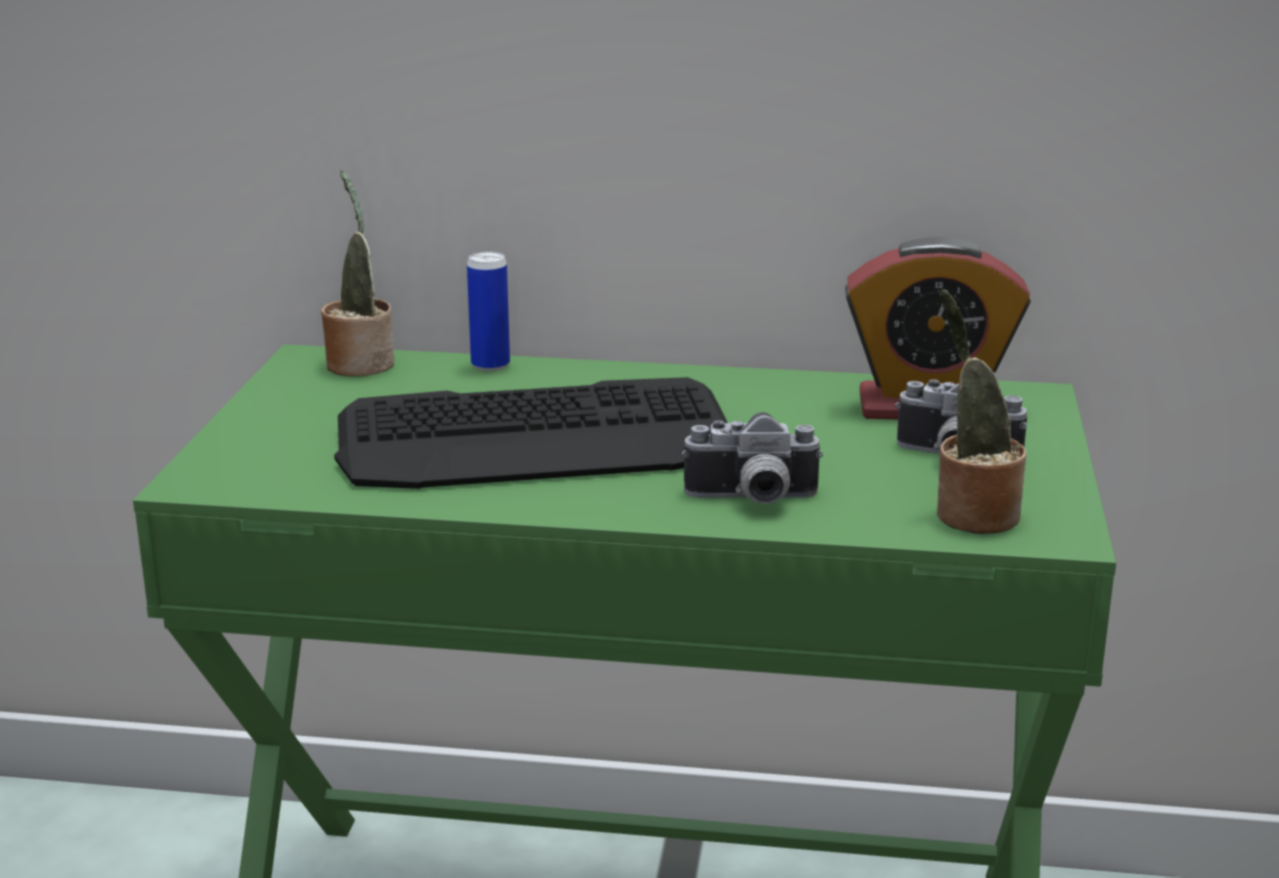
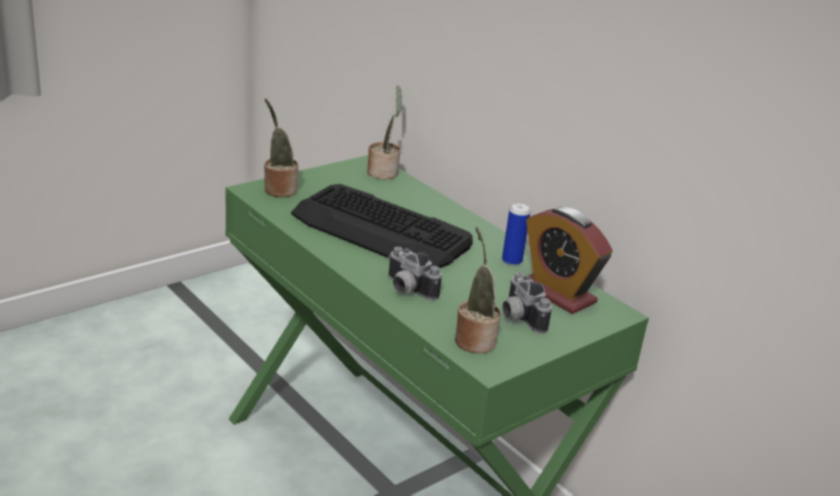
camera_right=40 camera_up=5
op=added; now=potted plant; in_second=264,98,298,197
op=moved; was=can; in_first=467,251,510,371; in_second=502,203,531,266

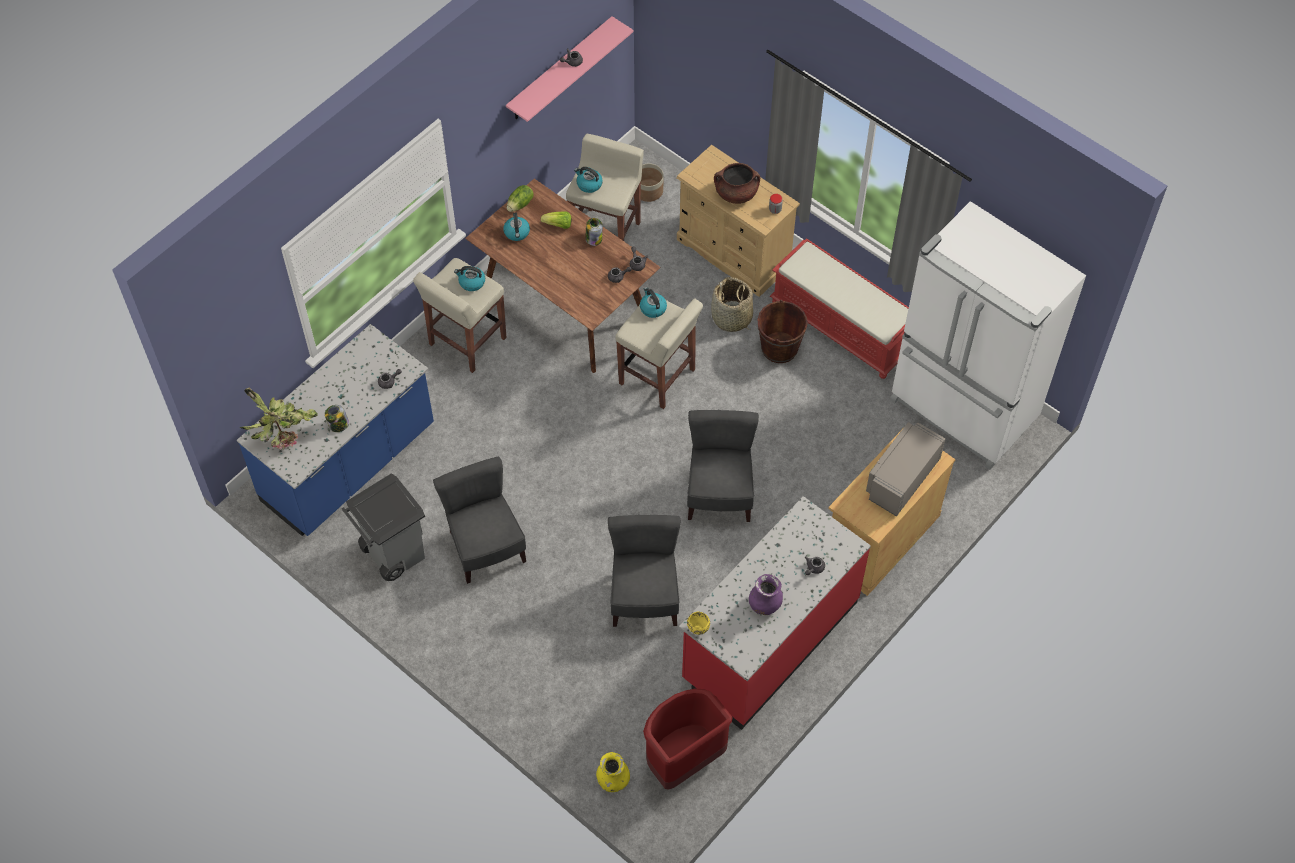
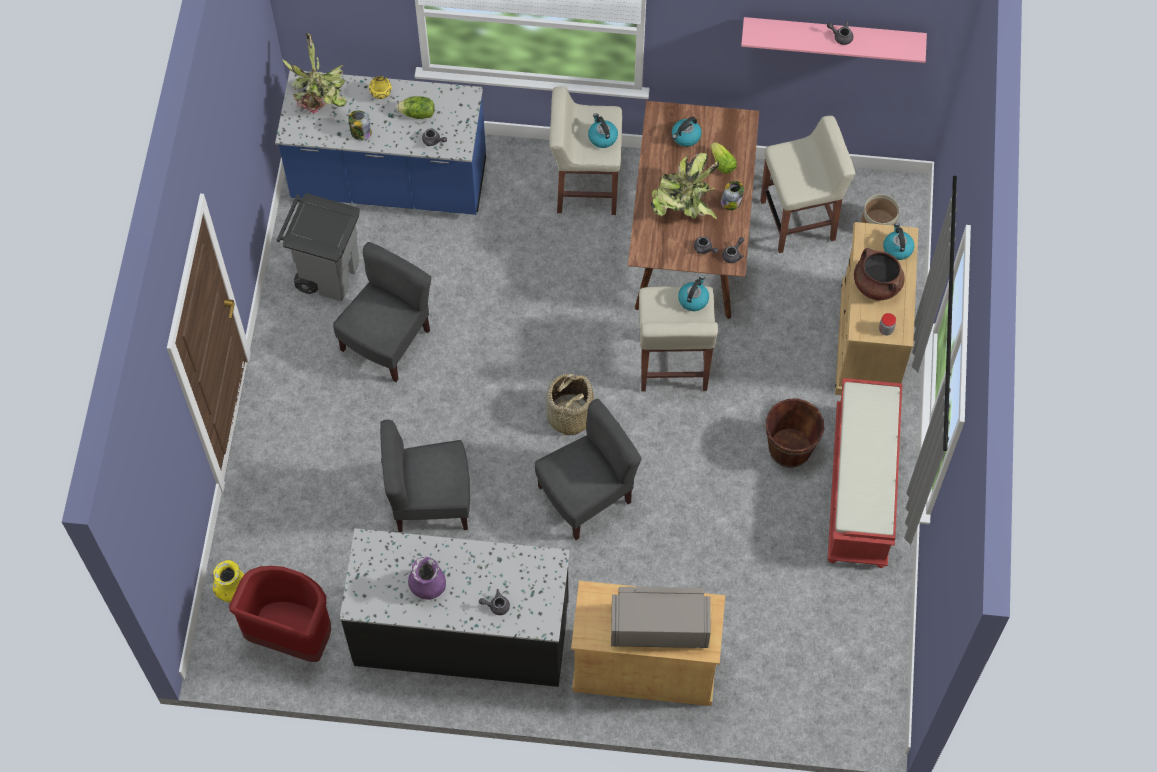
camera_right=55 camera_up=5
op=recoloured; was=counter in red; now=counter in black; in_first=679,496,871,730; in_second=339,528,570,687
op=moved; was=bowl in yellow; in_first=687,612,710,635; in_second=369,76,392,99
op=turned; was=chair in grey; in_first=608,515,680,627; in_second=380,420,470,532; clockwise=-150
op=moved; was=lettuce; in_first=507,185,534,212; in_second=396,96,435,119
op=moved; was=basket; in_first=711,277,753,332; in_second=546,374,594,439
op=added; now=potted plant; in_second=651,153,719,219
op=moved; was=kettle; in_first=574,167,603,193; in_second=883,223,914,260
op=removed; was=fridge in white; in_first=890,201,1086,470

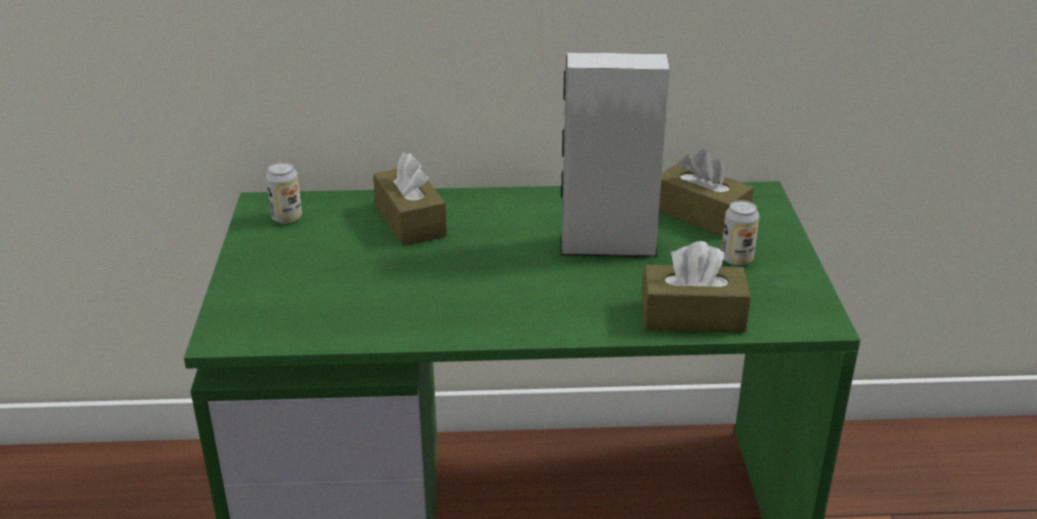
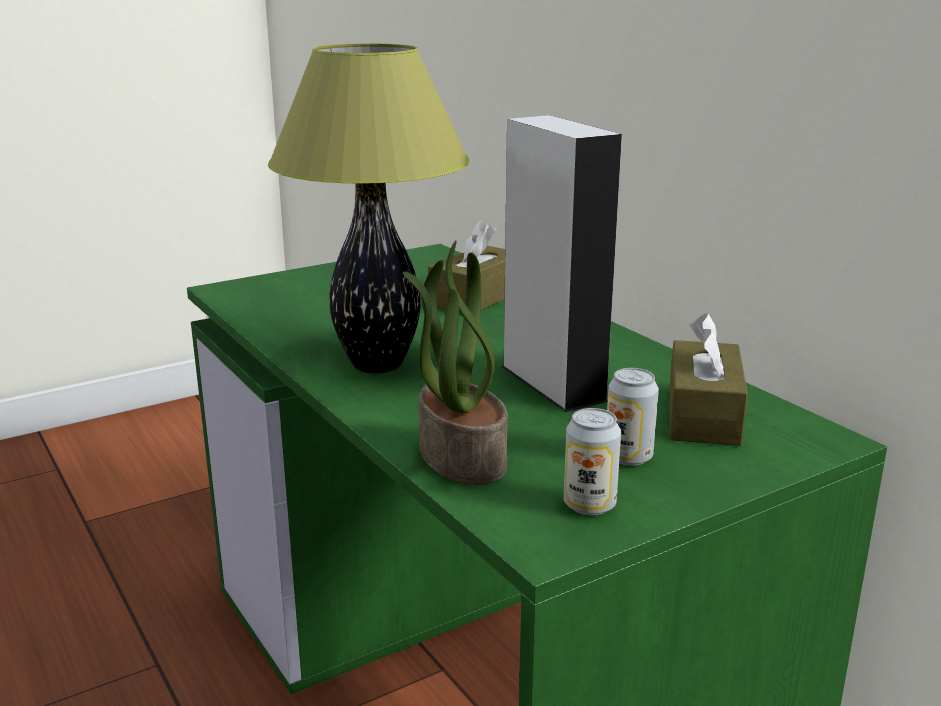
camera_right=60 camera_up=-10
op=added; now=table lamp; in_second=268,43,470,373
op=replaced; was=tissue box in brown; now=potted plant; in_first=642,241,751,333; in_second=403,241,508,485
op=moved; was=can; in_first=266,162,302,224; in_second=564,408,621,516

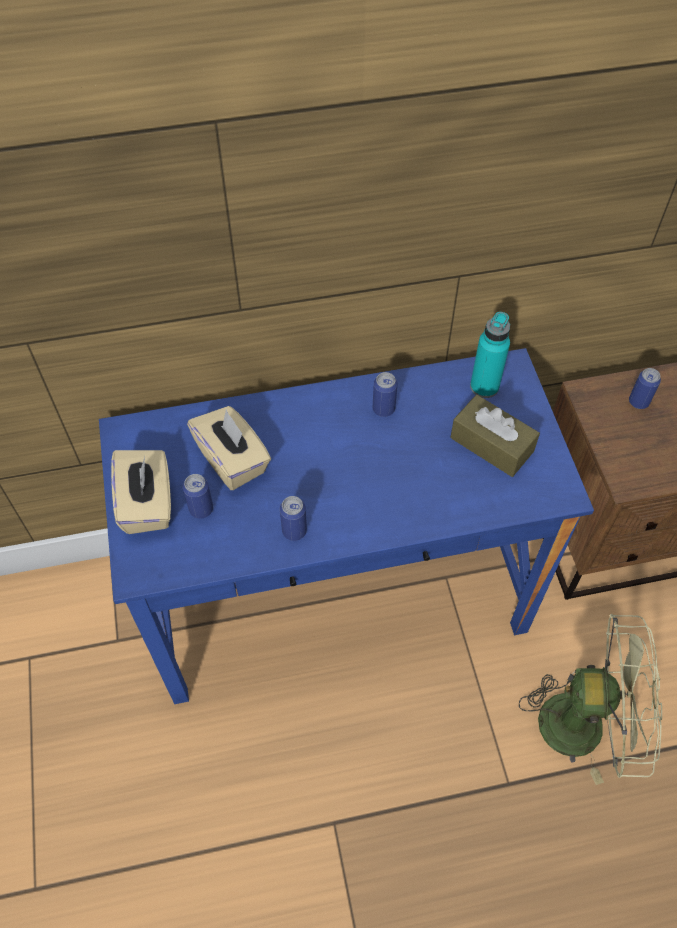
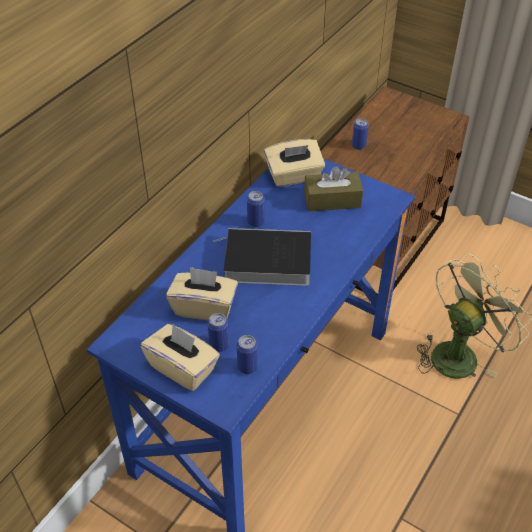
camera_right=-45 camera_up=-10
op=added; now=book; in_second=213,228,311,286
op=moved; was=can; in_first=280,496,307,541; in_second=237,335,258,374
op=replaced; was=bottle in turquoise; now=tissue box in beige; in_first=470,312,510,398; in_second=264,139,325,187

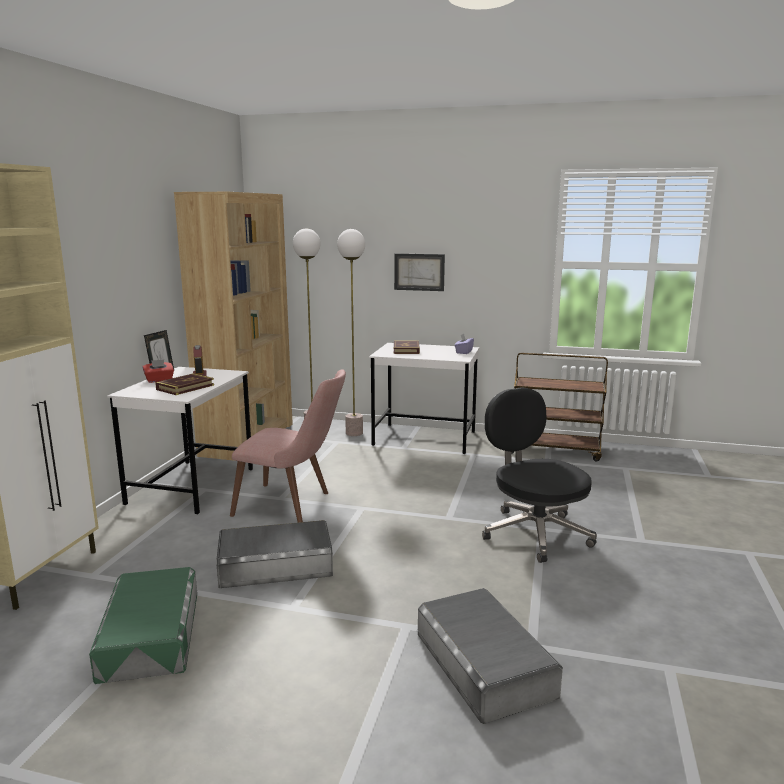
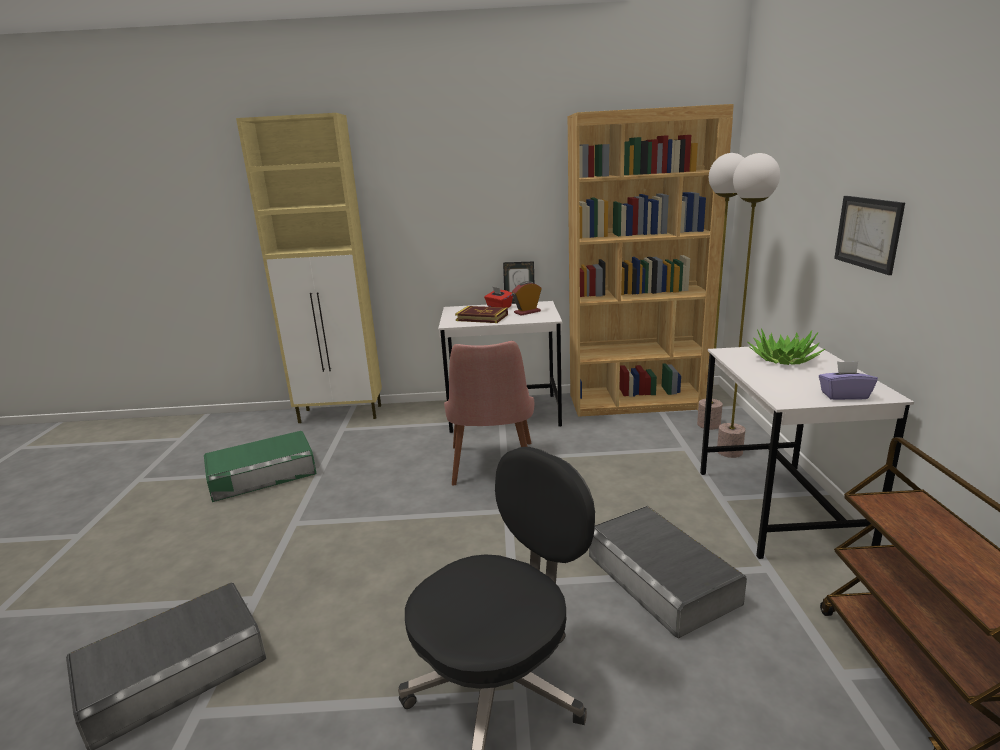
camera_right=75 camera_up=5
op=moved; was=storage box in grey; in_first=216,520,333,588; in_second=589,506,747,638
op=replaced; was=book; now=potted plant; in_first=394,340,420,354; in_second=748,328,825,365

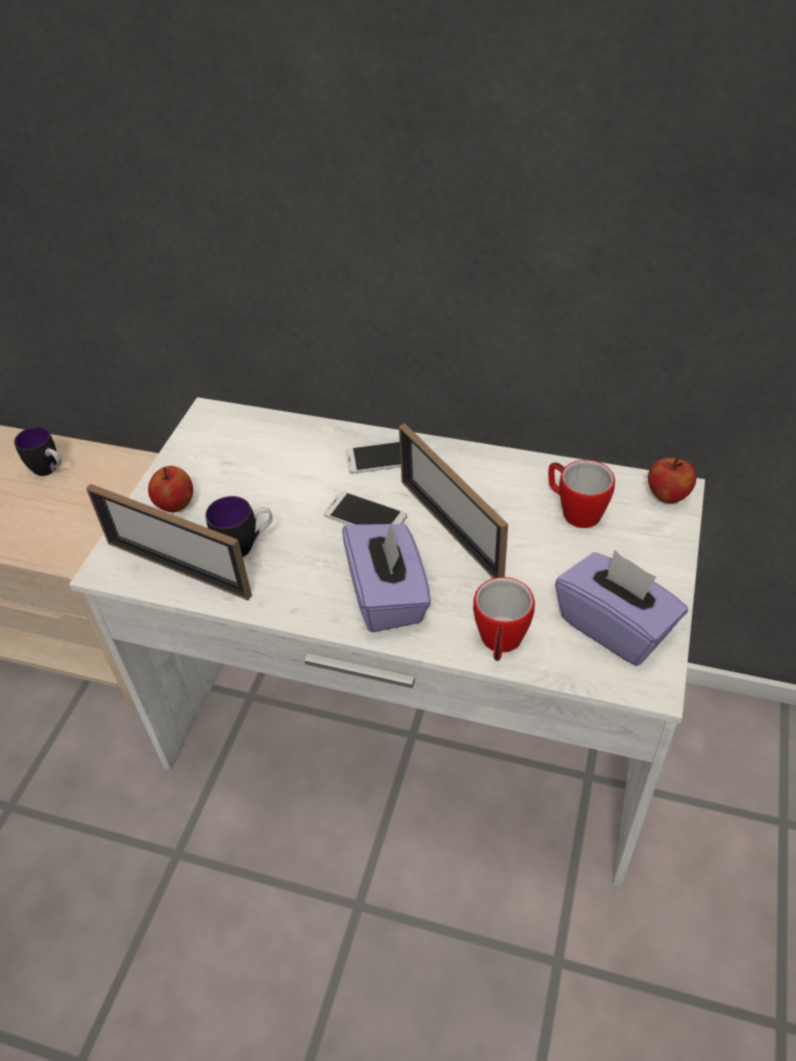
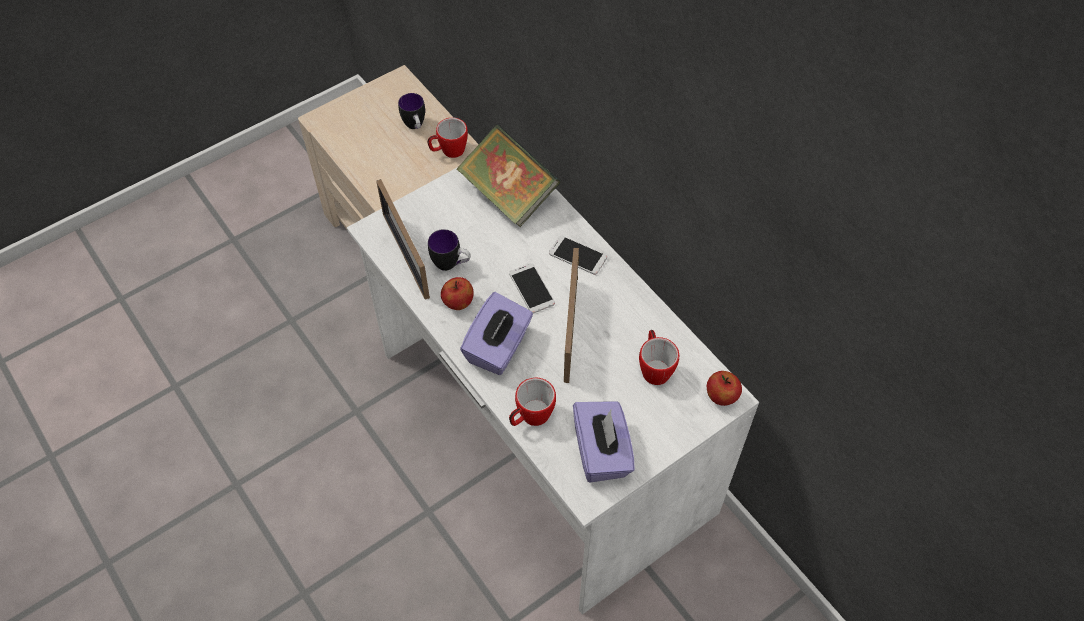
camera_right=35 camera_up=10
op=added; now=mug; in_second=428,118,468,158
op=moved; was=apple; in_first=148,466,193,512; in_second=441,277,474,310
op=added; now=book; in_second=456,124,561,227

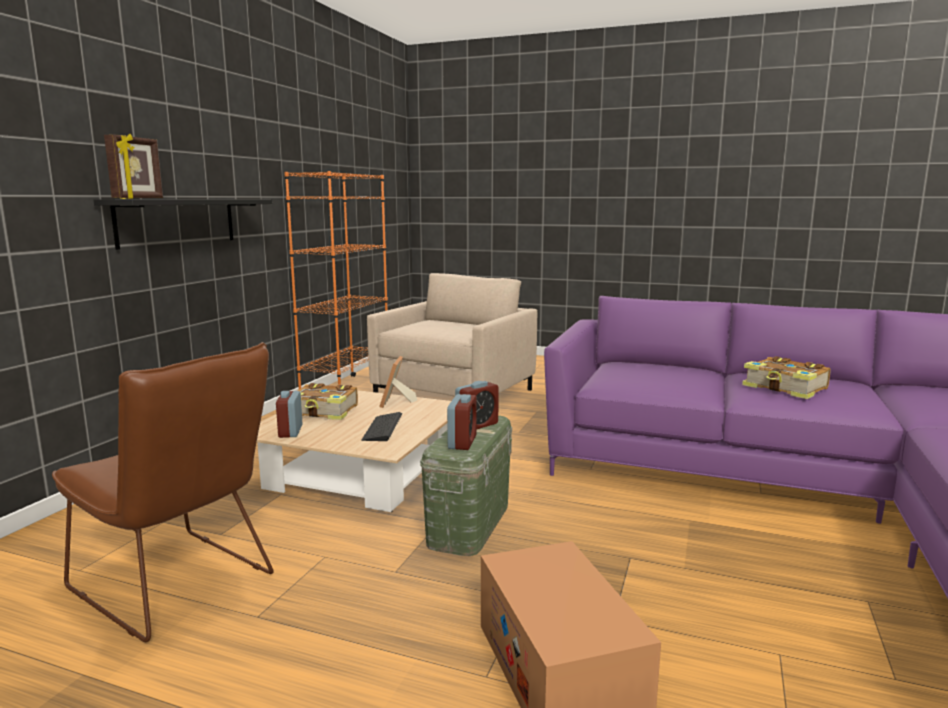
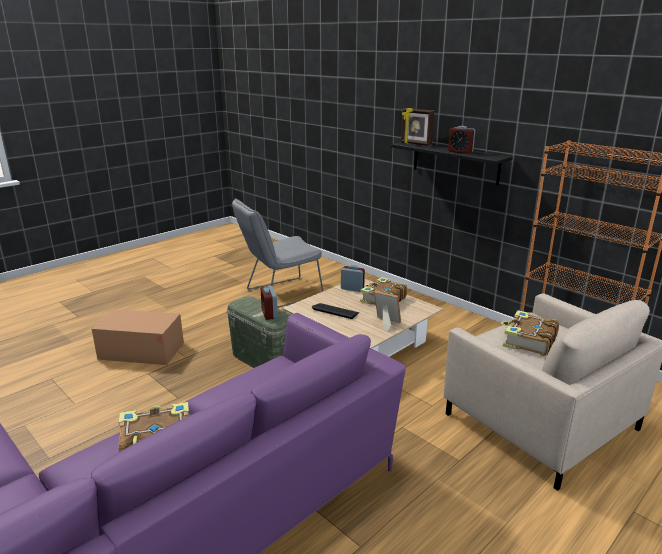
camera_right=115 camera_up=10
op=recoloured; was=chair in brown; now=chair in grey; in_first=52,342,274,642; in_second=232,198,323,308
op=moved; was=alarm clock; in_first=447,394,477,450; in_second=448,126,475,154
op=added; now=book; in_second=501,310,559,356

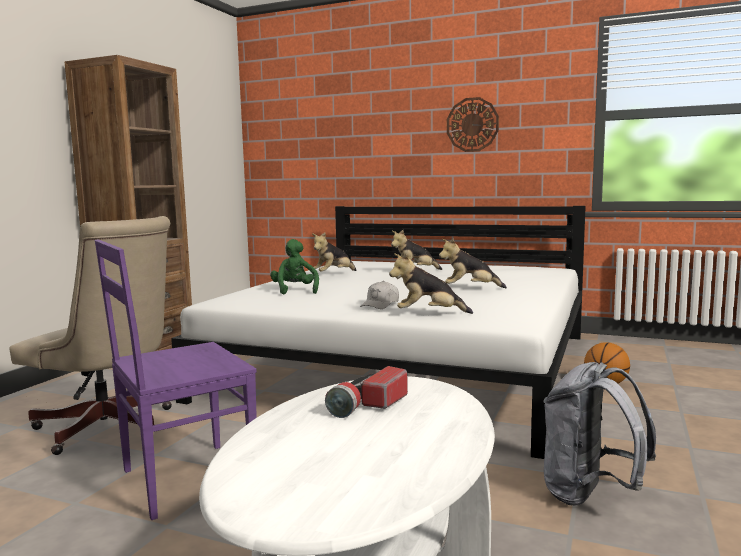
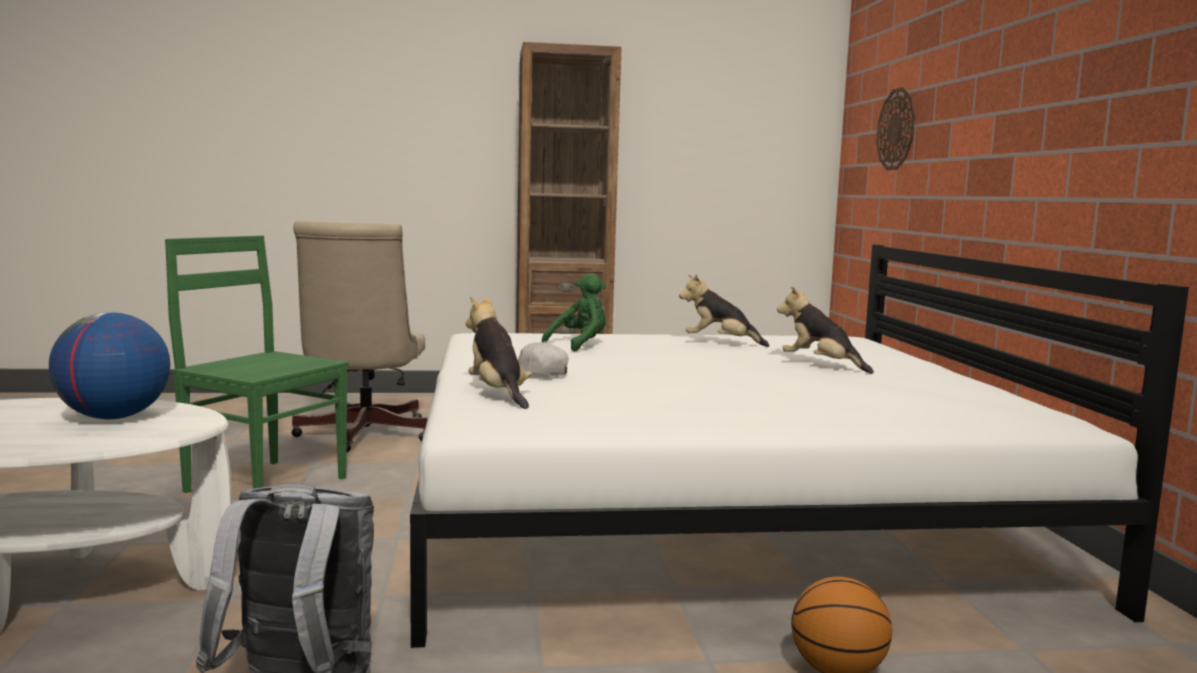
camera_right=60 camera_up=0
op=replaced; was=flashlight; now=globe; in_first=325,366,408,418; in_second=49,312,170,419
op=recoloured; was=chair in purple; now=chair in green; in_first=95,239,257,520; in_second=165,235,349,493
op=moved; was=wall clock; in_first=447,97,499,152; in_second=876,87,915,170
op=removed; was=plush toy; in_first=439,238,507,288

